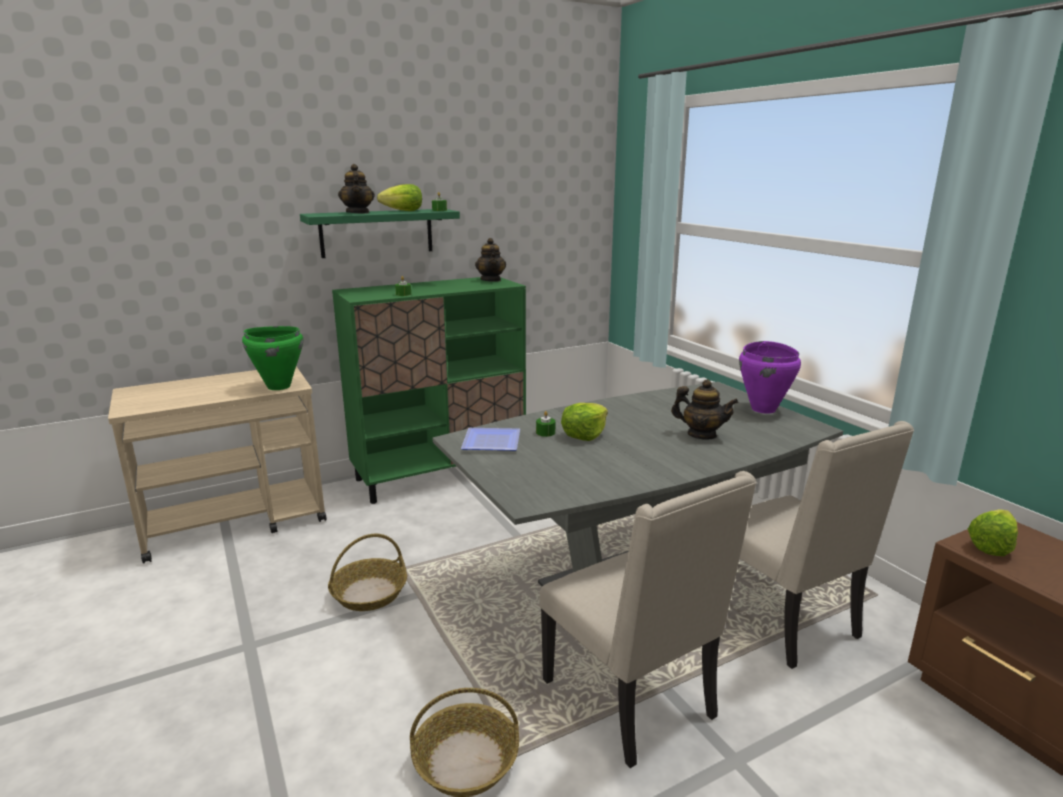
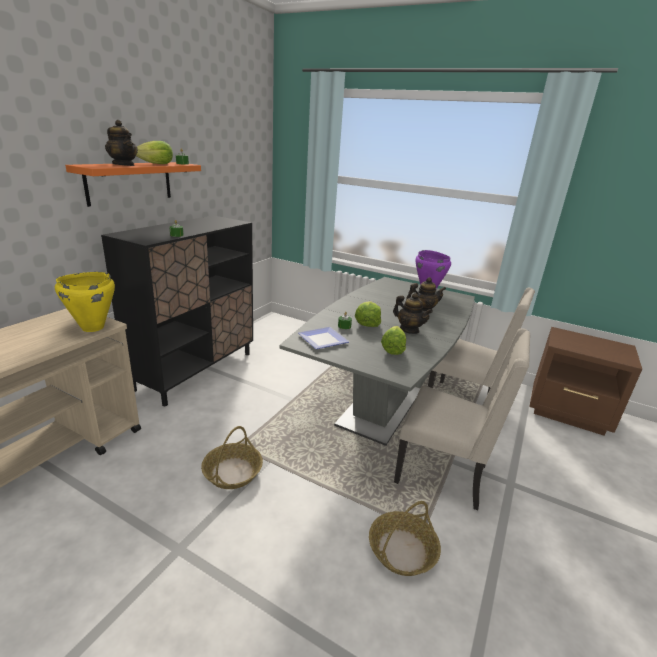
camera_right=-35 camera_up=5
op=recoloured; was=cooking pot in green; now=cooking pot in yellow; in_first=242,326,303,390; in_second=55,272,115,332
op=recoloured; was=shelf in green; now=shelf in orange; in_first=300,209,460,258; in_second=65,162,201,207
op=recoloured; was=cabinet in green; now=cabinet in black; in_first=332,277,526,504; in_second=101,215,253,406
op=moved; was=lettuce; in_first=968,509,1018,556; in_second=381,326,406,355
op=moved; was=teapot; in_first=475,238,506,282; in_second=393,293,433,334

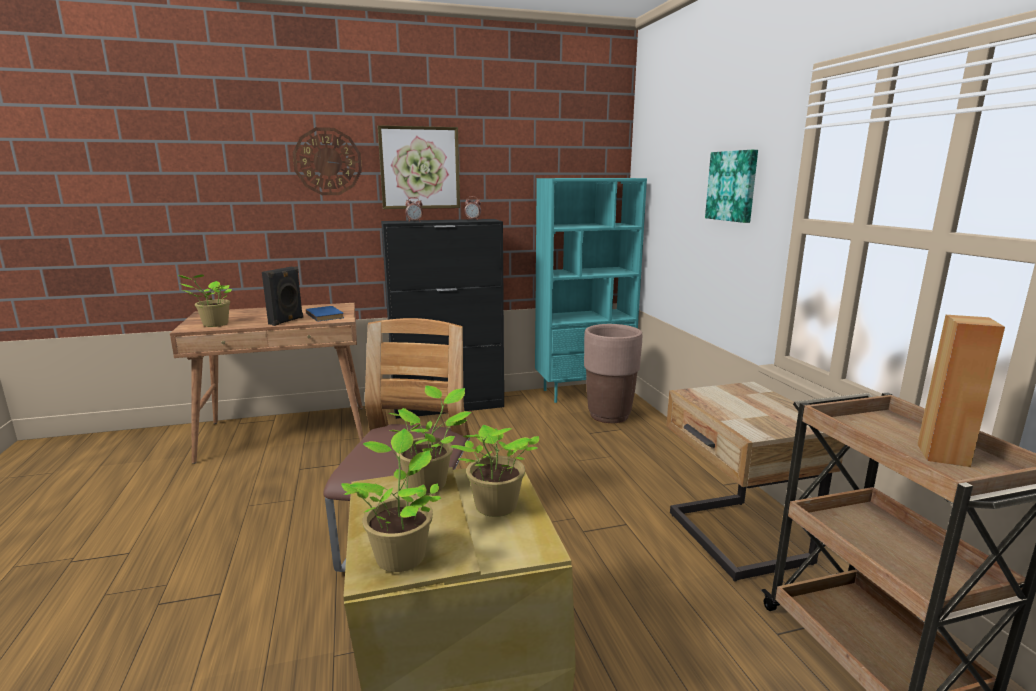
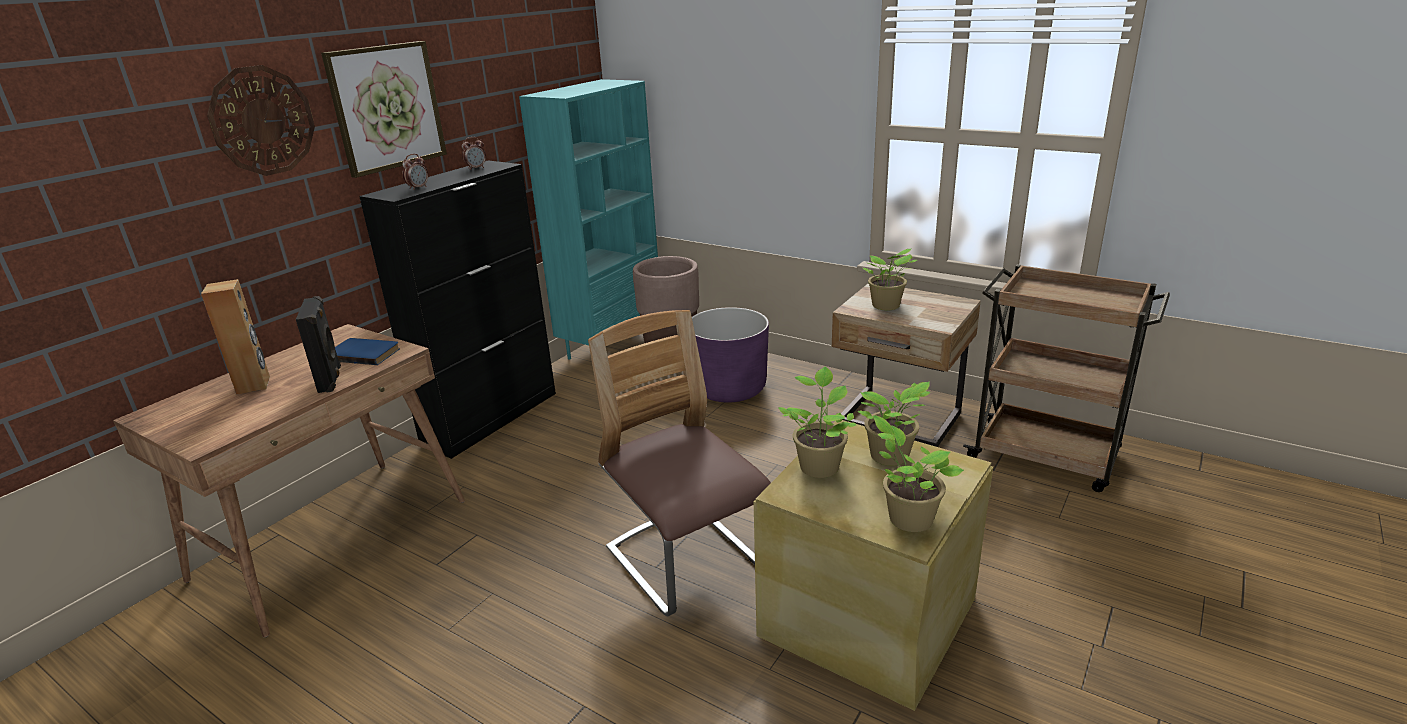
camera_right=-40 camera_up=10
op=moved; was=speaker in brown; in_first=917,315,1005,467; in_second=201,279,270,395
op=added; now=planter in purple; in_second=692,307,769,403
op=moved; was=potted plant; in_first=178,274,232,327; in_second=863,248,917,311
op=removed; was=picture; in_first=705,150,758,223

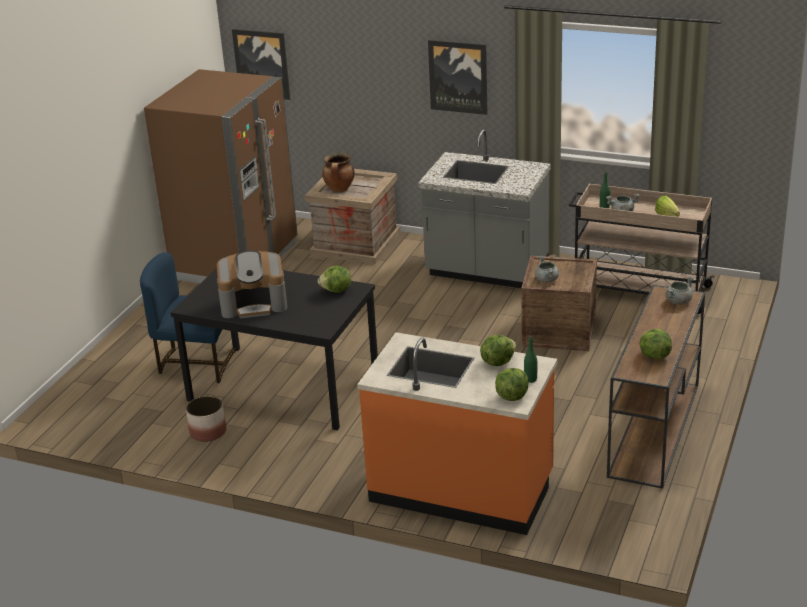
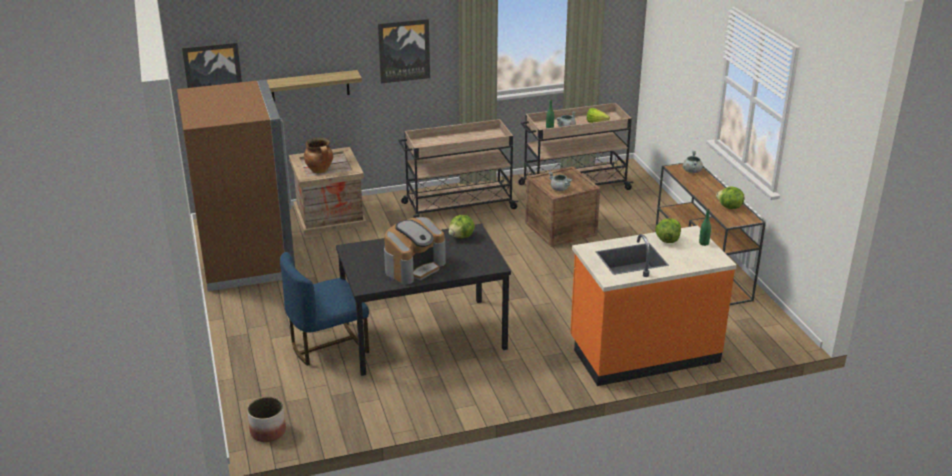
camera_right=-40 camera_up=0
op=moved; was=planter; in_first=186,396,226,442; in_second=247,397,286,442
op=added; now=shelf; in_second=267,70,362,102
op=replaced; was=counter in grey; now=cart in beige; in_first=418,129,551,288; in_second=399,119,519,218
op=removed; was=lettuce; in_first=495,368,529,401

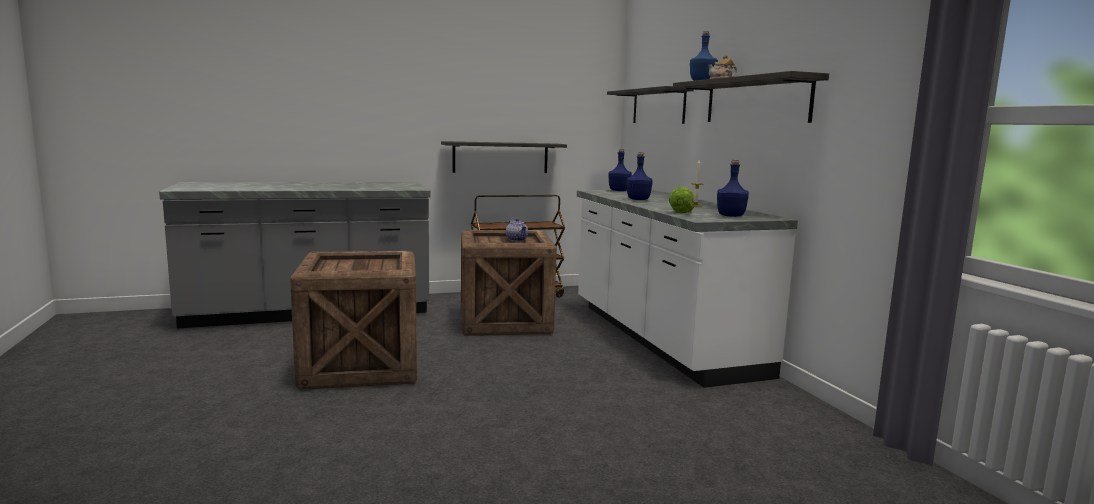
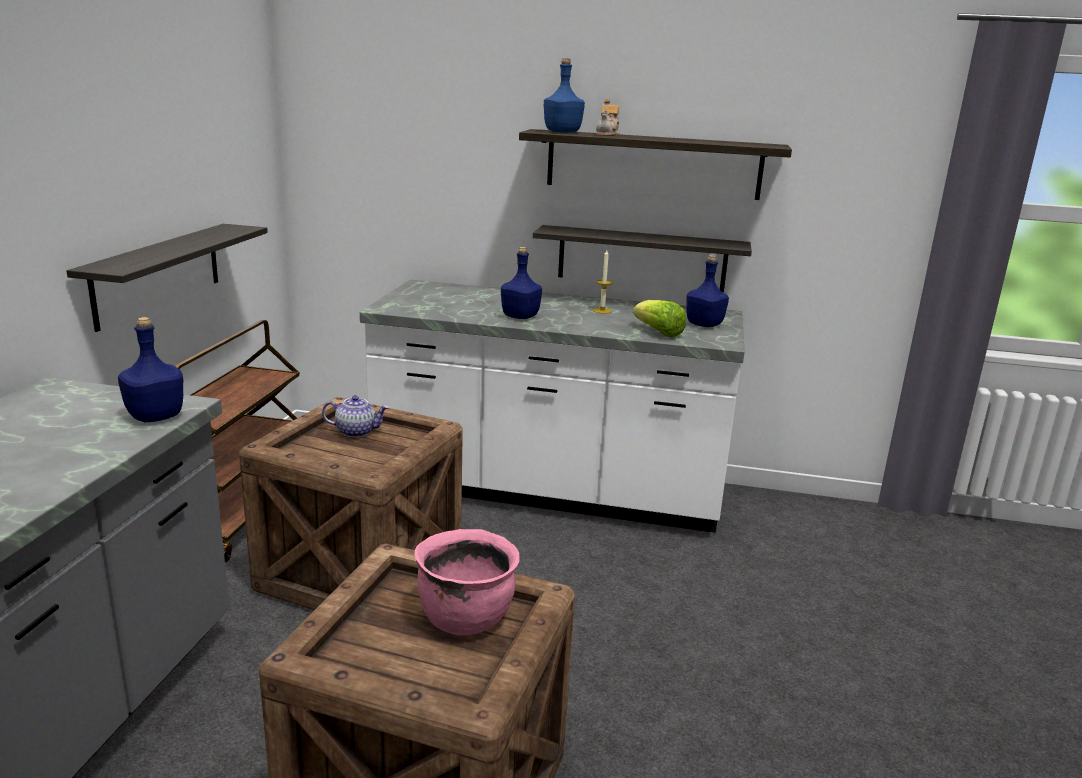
camera_right=-60 camera_up=10
op=moved; was=bottle in blue; in_first=608,149,632,191; in_second=118,317,183,422
op=added; now=cooking pot in pink; in_second=415,529,520,635
op=moved; was=shelf; in_first=607,86,694,124; in_second=533,225,752,292

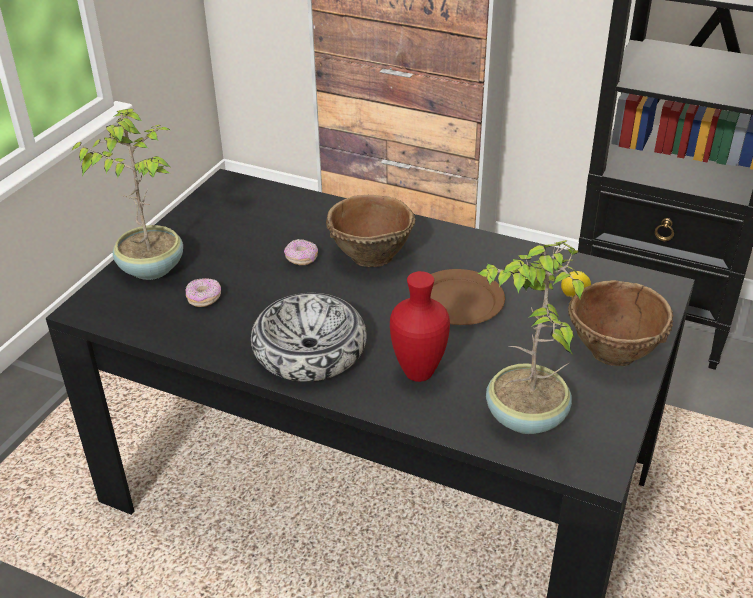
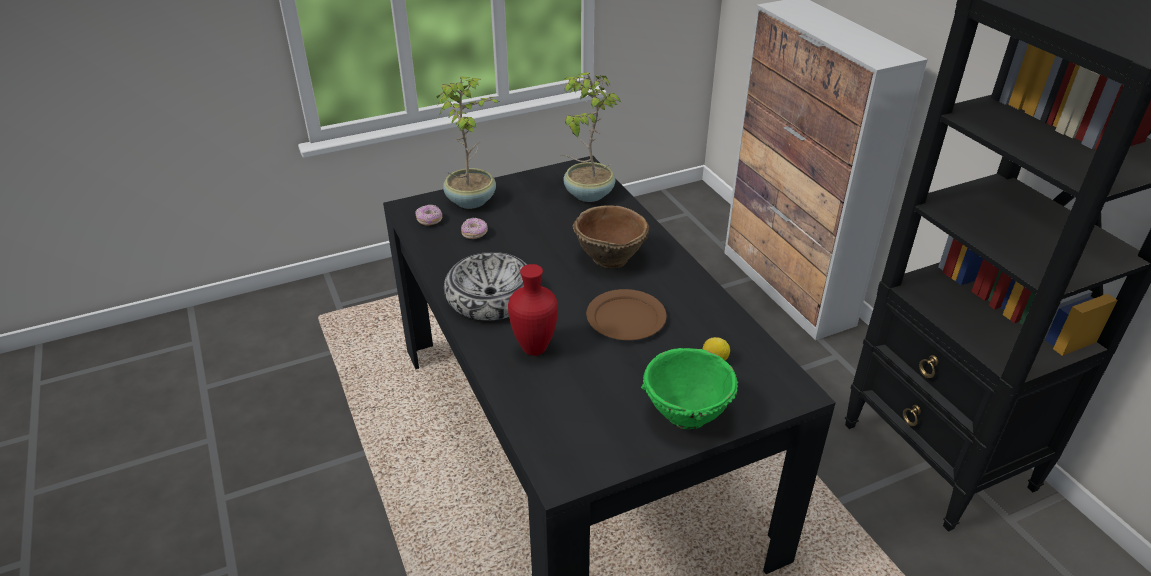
camera_right=40 camera_up=0
op=moved; was=donut; in_first=284,239,318,265; in_second=415,205,442,225
op=moved; was=potted plant; in_first=478,240,584,434; in_second=561,72,621,202
op=recoloured; was=bowl in brown; now=bowl in green; in_first=568,280,674,366; in_second=641,348,738,429

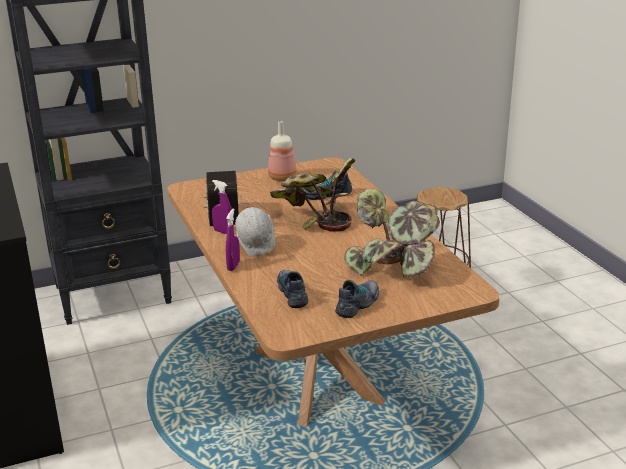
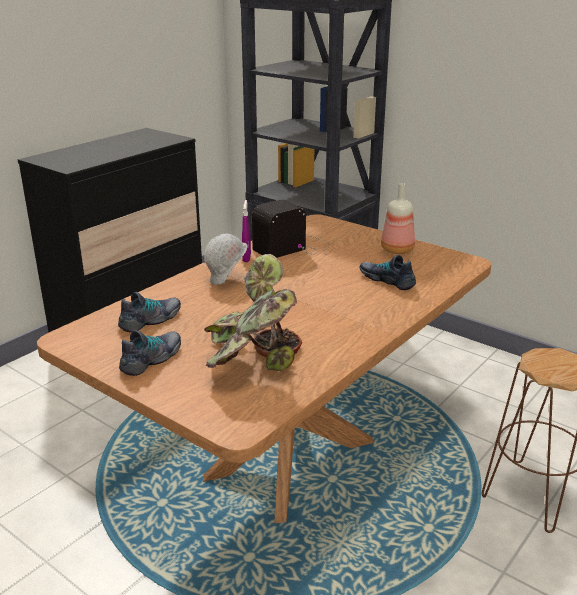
camera_right=60 camera_up=0
op=turned; was=shoe; in_first=335,280,379,318; in_second=119,330,181,376; clockwise=-60
op=removed; was=spray bottle in purple; in_first=226,208,240,271
op=removed; was=potted plant; in_first=269,158,355,232

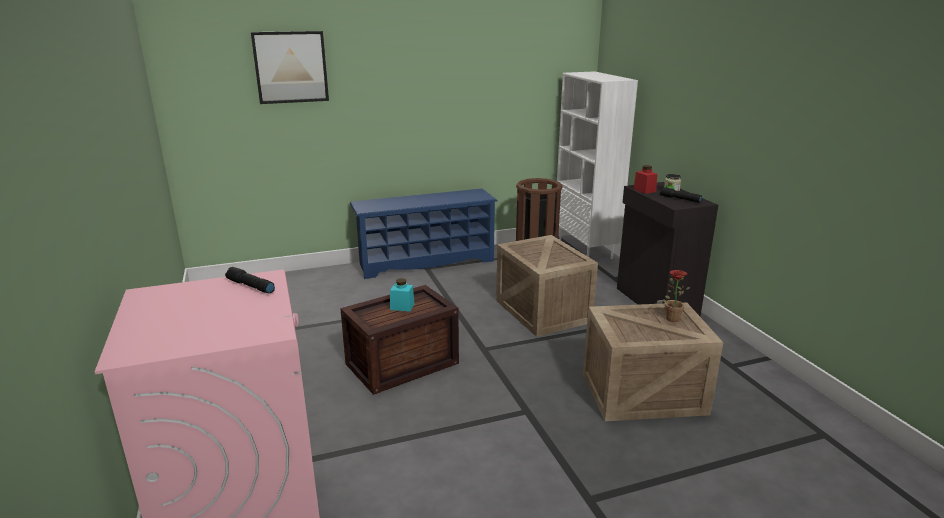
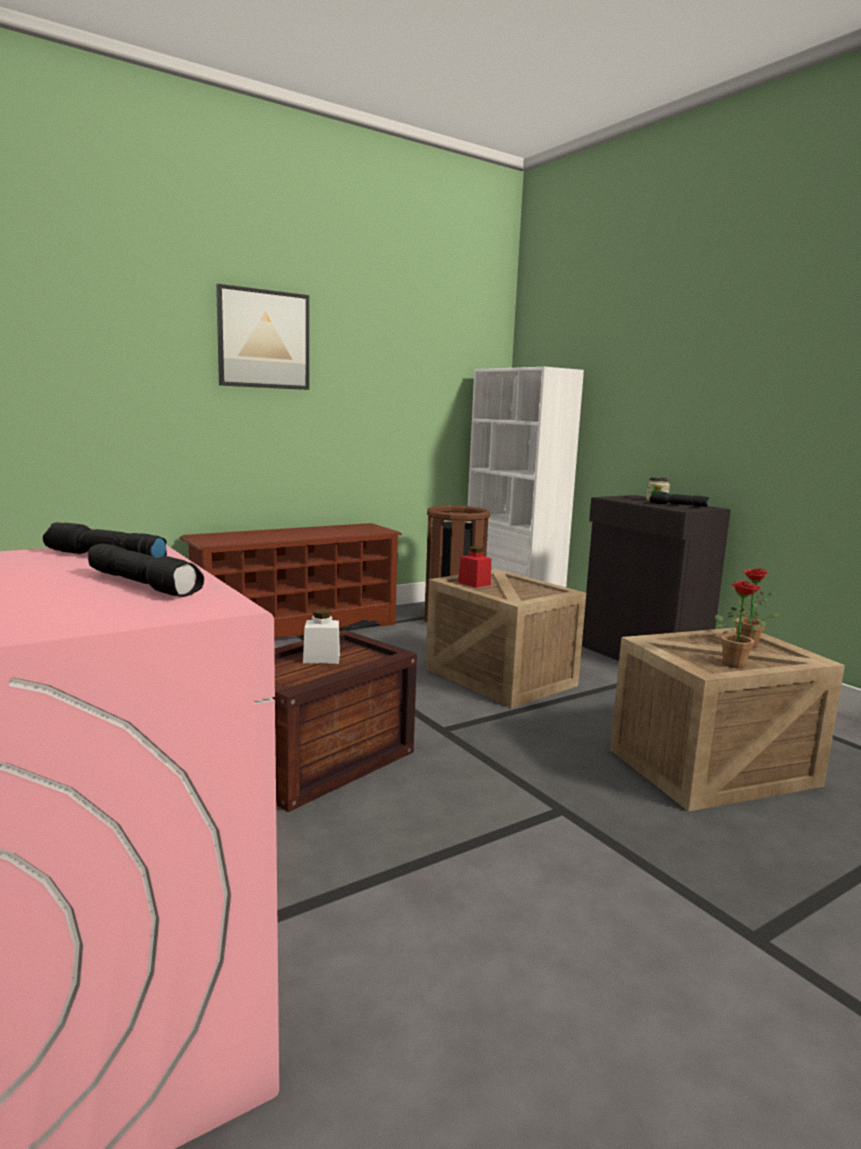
camera_right=-15 camera_up=-10
op=added; now=flashlight in black; in_second=88,544,204,597
op=recoloured; was=shoe rack in blue; now=shoe rack in brown; in_first=350,189,498,279; in_second=179,523,402,637
op=moved; was=picture; in_first=251,31,329,104; in_second=216,284,309,390
op=recoloured; was=jar in turquoise; now=jar in white; in_first=390,278,414,312; in_second=303,609,340,664
op=moved; was=jar in red; in_first=633,165,657,194; in_second=458,547,491,588
op=added; now=potted plant; in_second=715,580,781,668

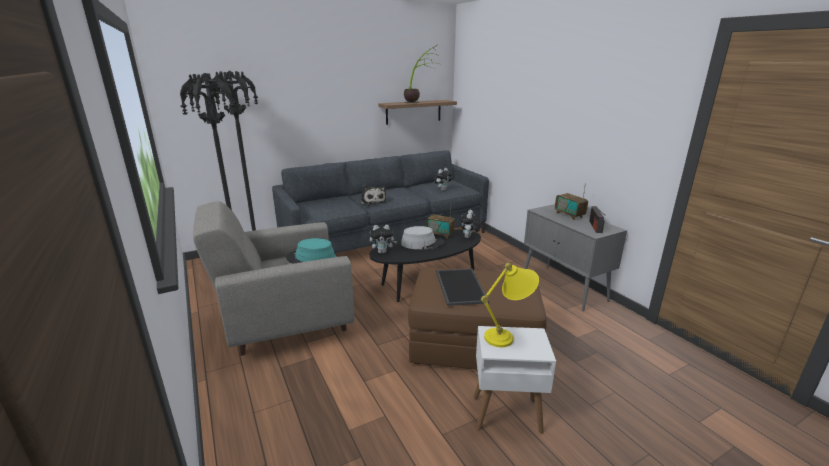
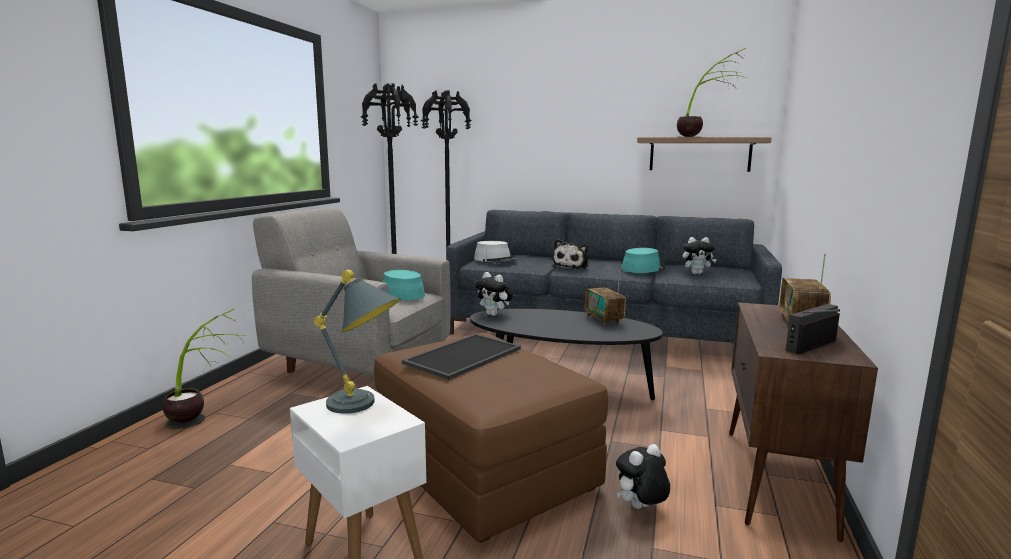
camera_right=45 camera_up=-10
op=added; now=potted plant; in_second=162,309,245,429
op=recoloured; was=table lamp in yellow; now=table lamp in grey; in_first=481,263,539,347; in_second=314,270,400,414
op=moved; was=hat in grey; in_first=401,226,444,250; in_second=474,241,518,264
op=moved; was=plush toy; in_first=460,210,480,238; in_second=616,444,670,509
op=added; now=hat in turquoise; in_second=622,248,666,273
op=recoloured; was=cabinet in grey; now=cabinet in brown; in_first=524,204,627,311; in_second=729,302,878,542

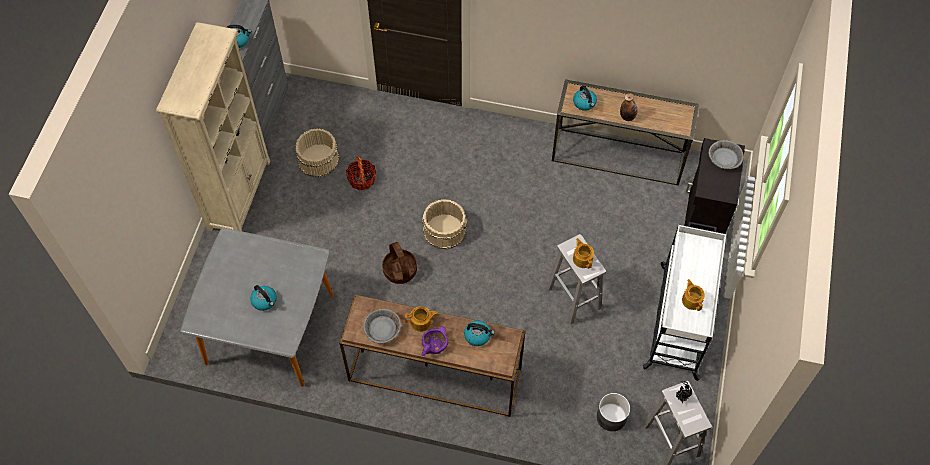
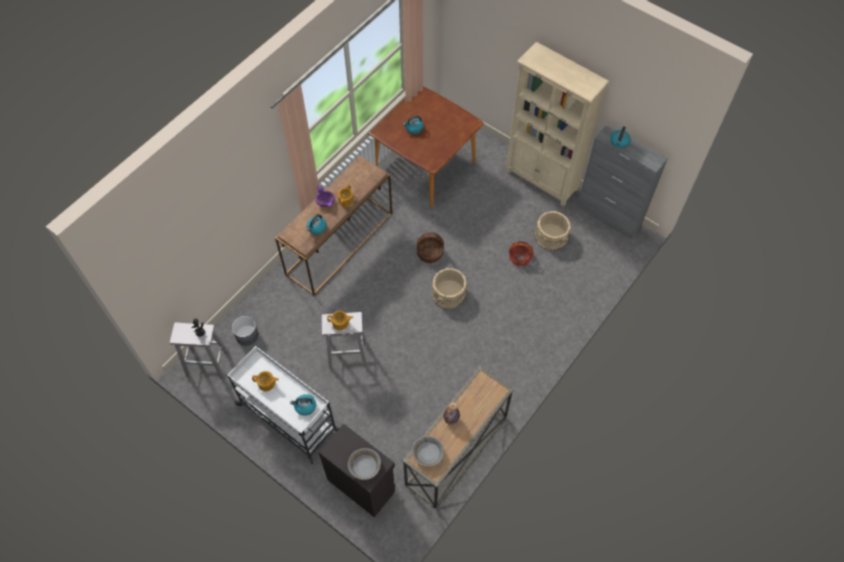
camera_right=115 camera_up=0
op=moved; was=kettle; in_first=573,86,597,111; in_second=290,394,316,416
op=recoloured; was=dining table in grey; now=dining table in brown; in_first=180,227,334,387; in_second=368,86,484,208
op=moved; was=bowl in grey; in_first=363,309,401,344; in_second=412,436,444,467

